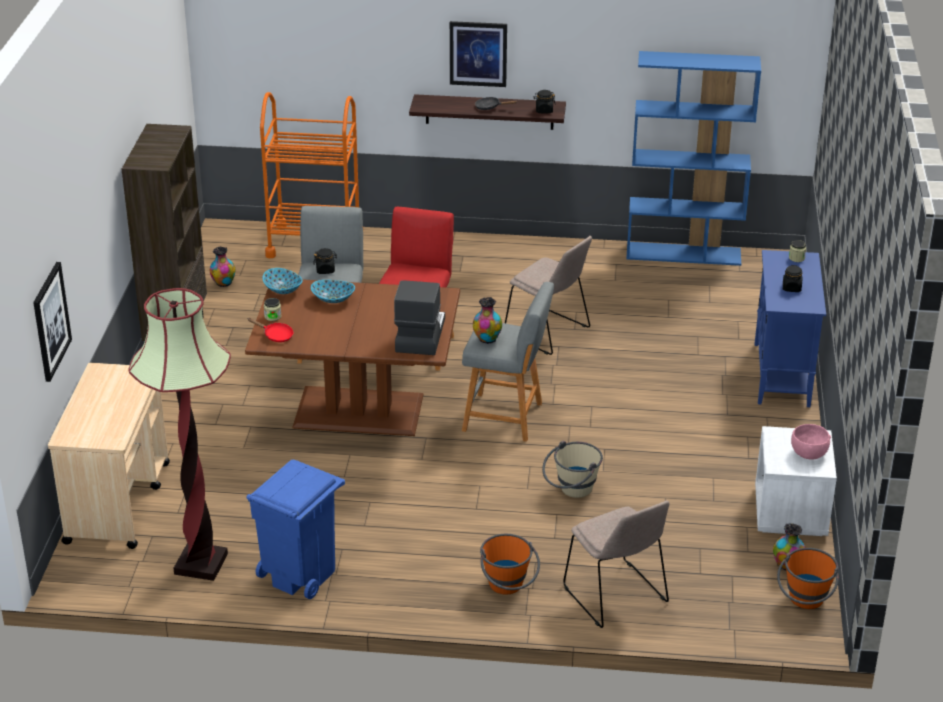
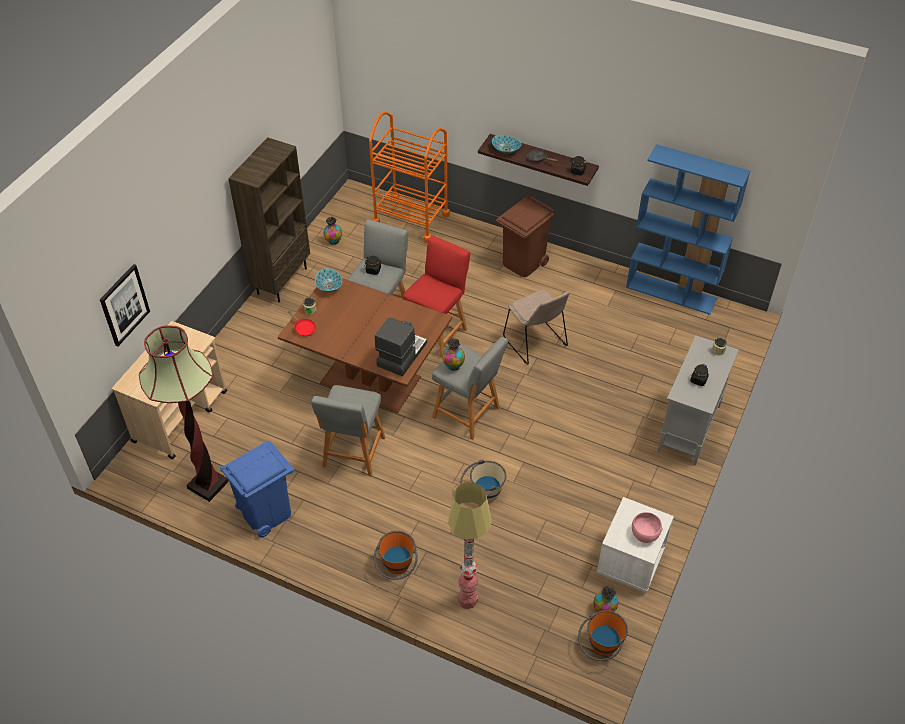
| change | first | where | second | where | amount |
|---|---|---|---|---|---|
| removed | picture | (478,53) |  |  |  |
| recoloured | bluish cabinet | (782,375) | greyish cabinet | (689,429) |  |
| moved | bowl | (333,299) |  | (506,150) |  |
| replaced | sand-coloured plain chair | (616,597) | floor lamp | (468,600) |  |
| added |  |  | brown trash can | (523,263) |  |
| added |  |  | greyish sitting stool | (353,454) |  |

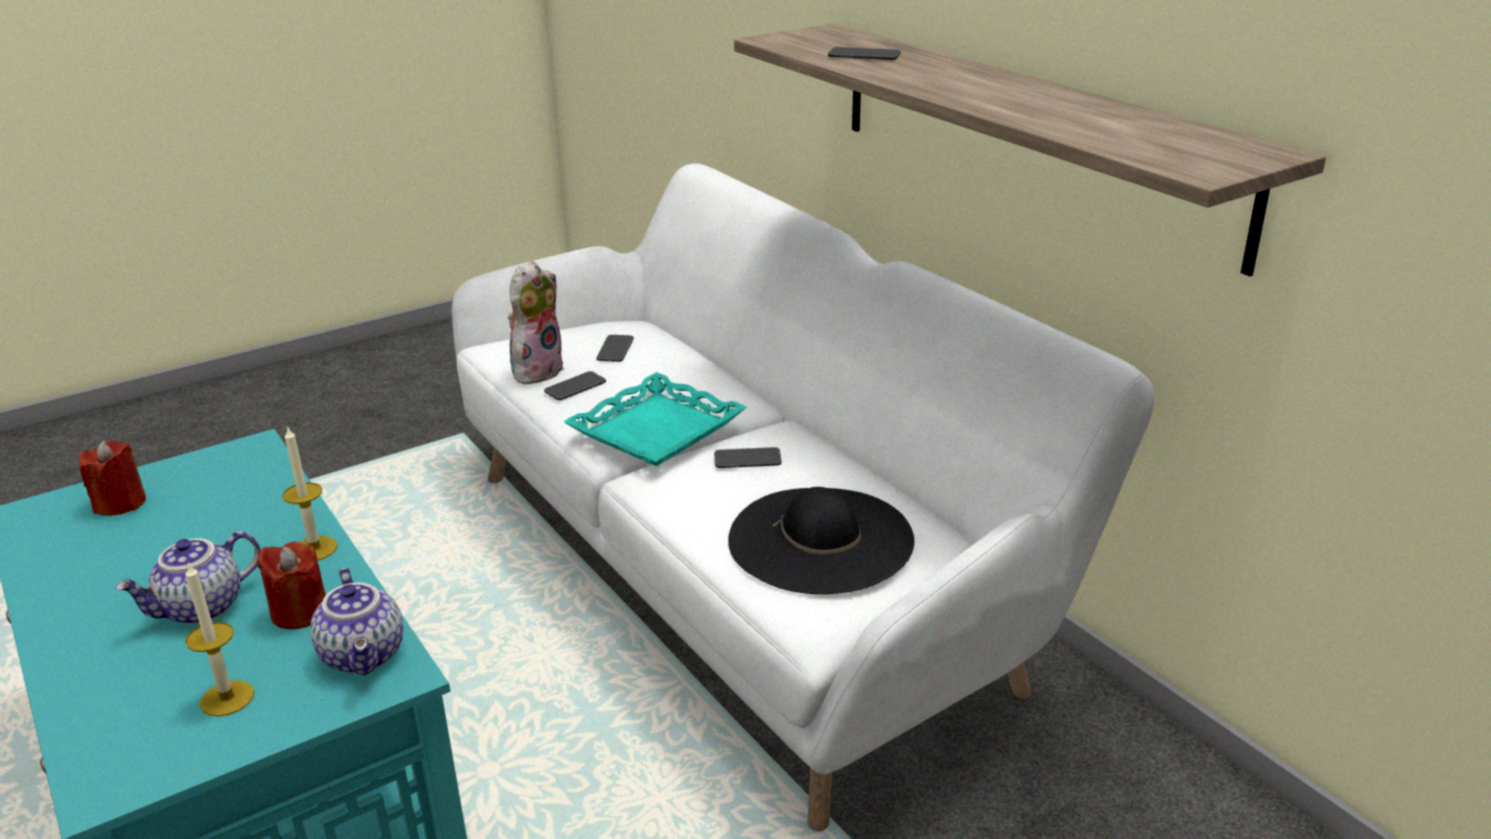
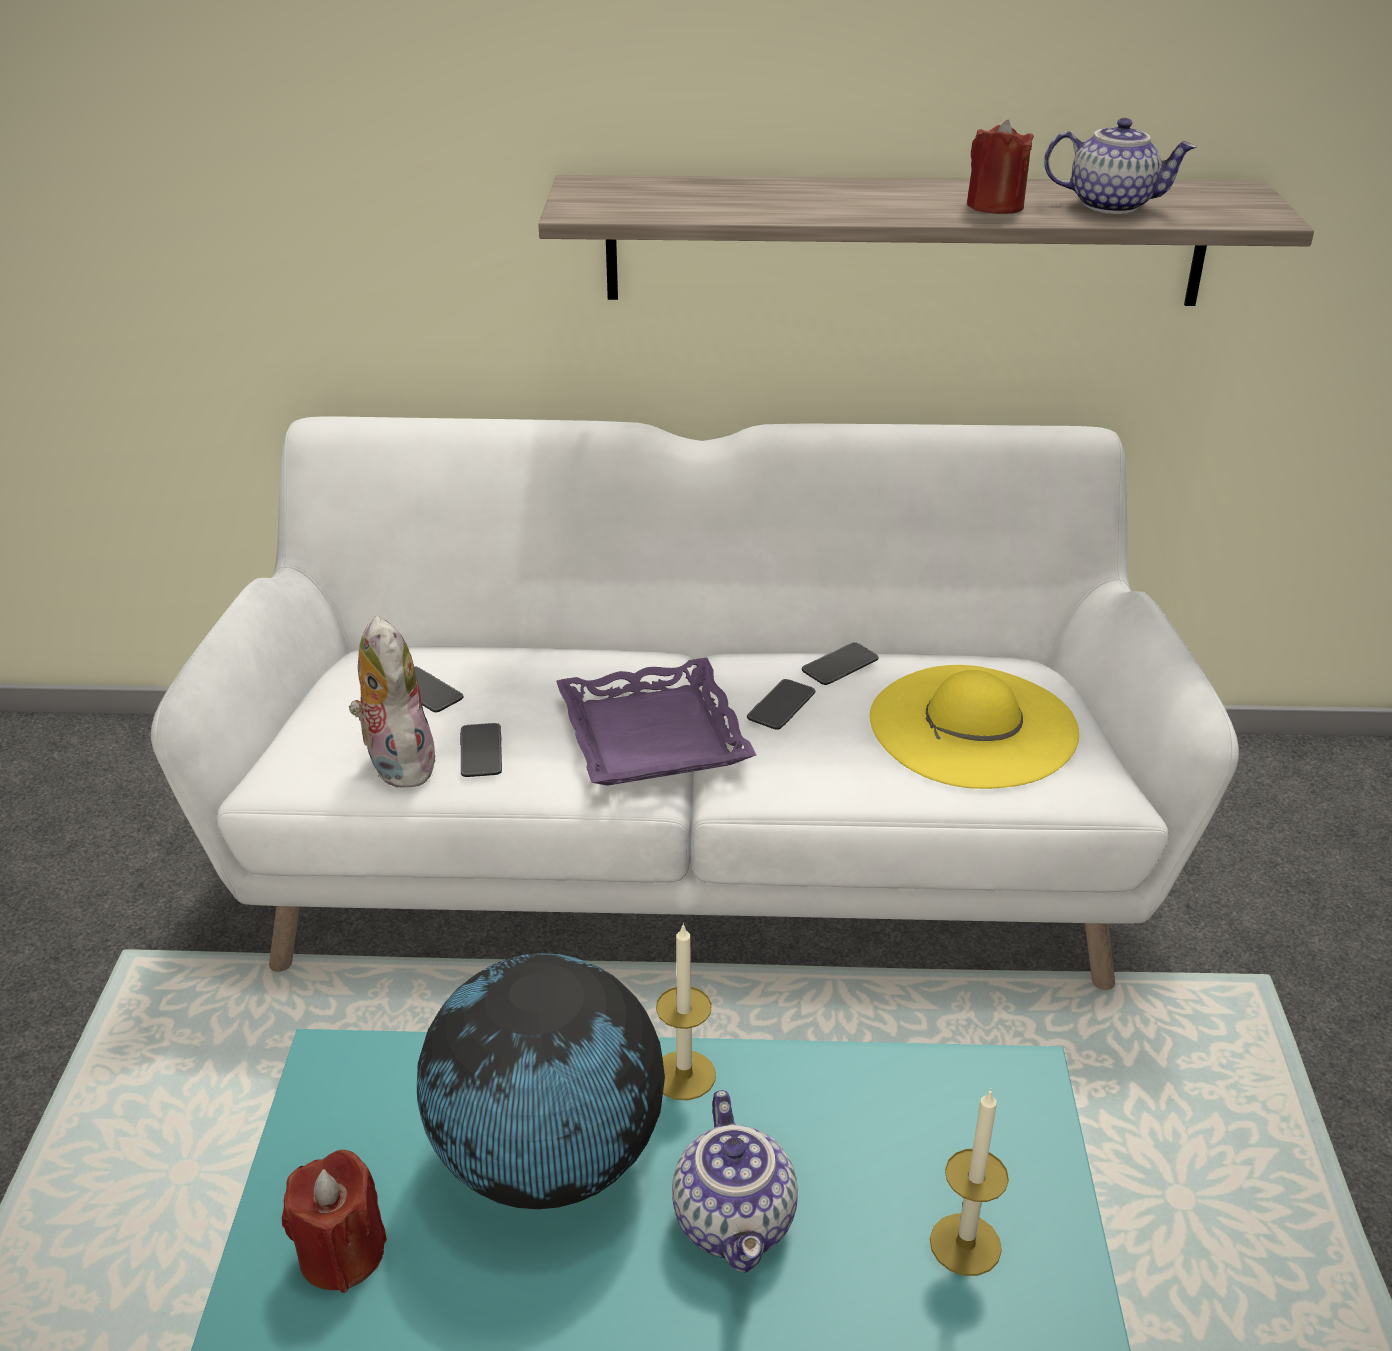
| change | first | where | second | where | amount |
|---|---|---|---|---|---|
| moved | phone | (864,55) |  | (840,665) |  |
| recoloured | turquoise serving tray | (656,429) | purplish serving tray | (651,735) |  |
| recoloured | black-coloured clothing hat | (821,539) | yellowish clothing hat | (973,726) |  |
| moved | red candle | (299,612) |  | (995,206) |  |
| moved | teapot | (365,655) |  | (1112,205) |  |
| added |  |  | world globe | (547,1160) |  |

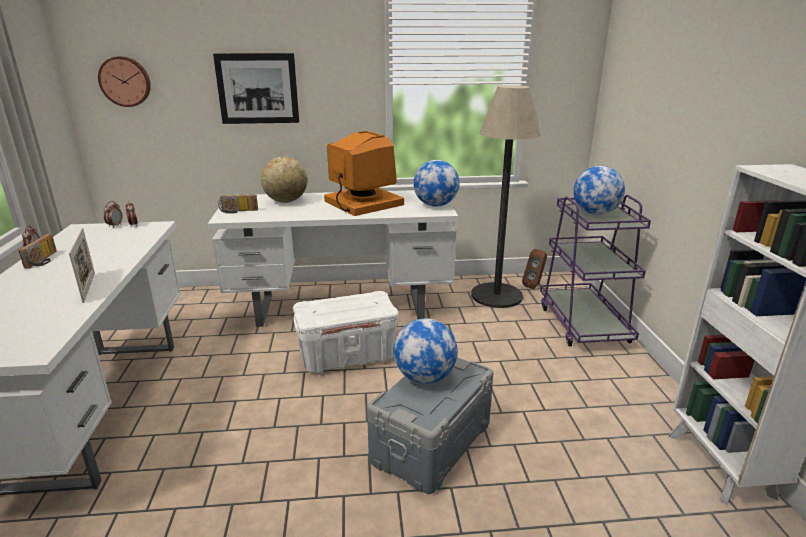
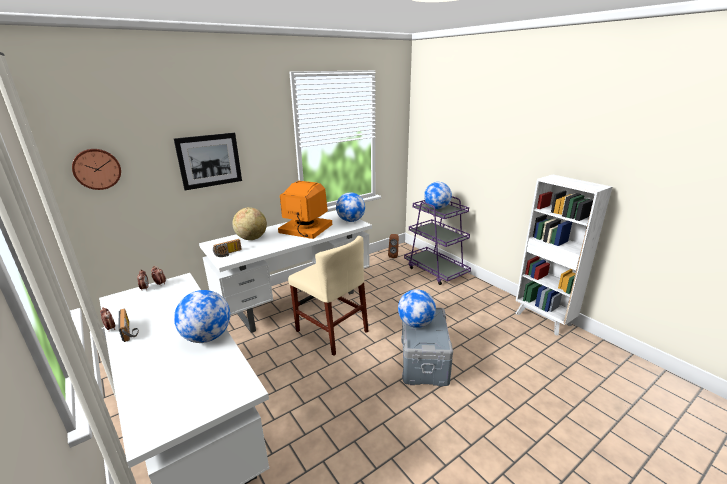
| change | first | where | second | where | amount |
|---|---|---|---|---|---|
| removed | floor lamp | (496,295) |  |  |  |
| replaced | picture frame | (89,287) | world globe | (207,337) |  |
| replaced | white storage container | (347,357) | sand-coloured plain chair | (331,331) |  |

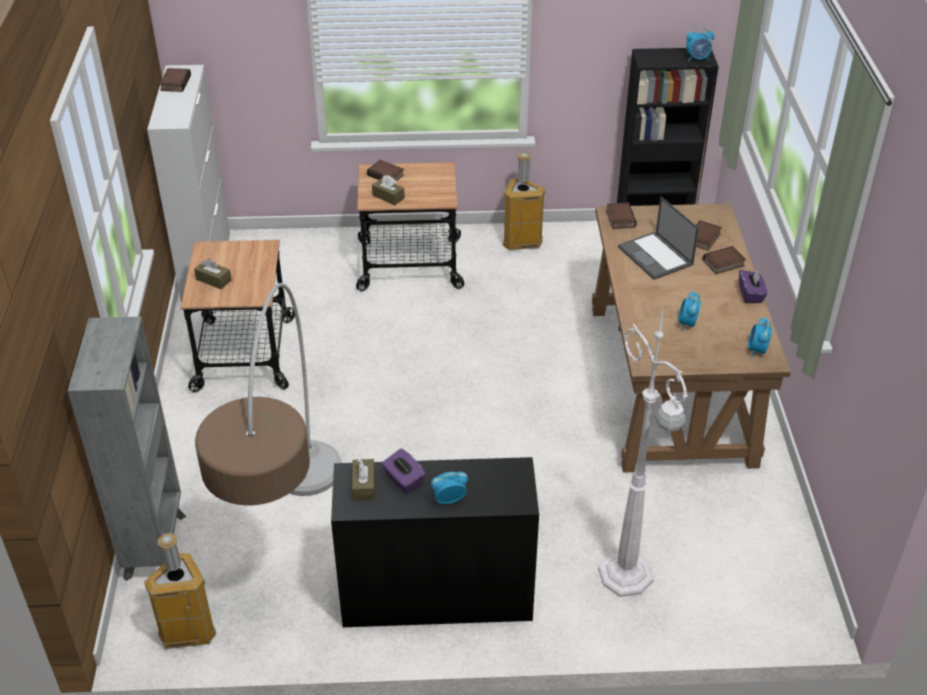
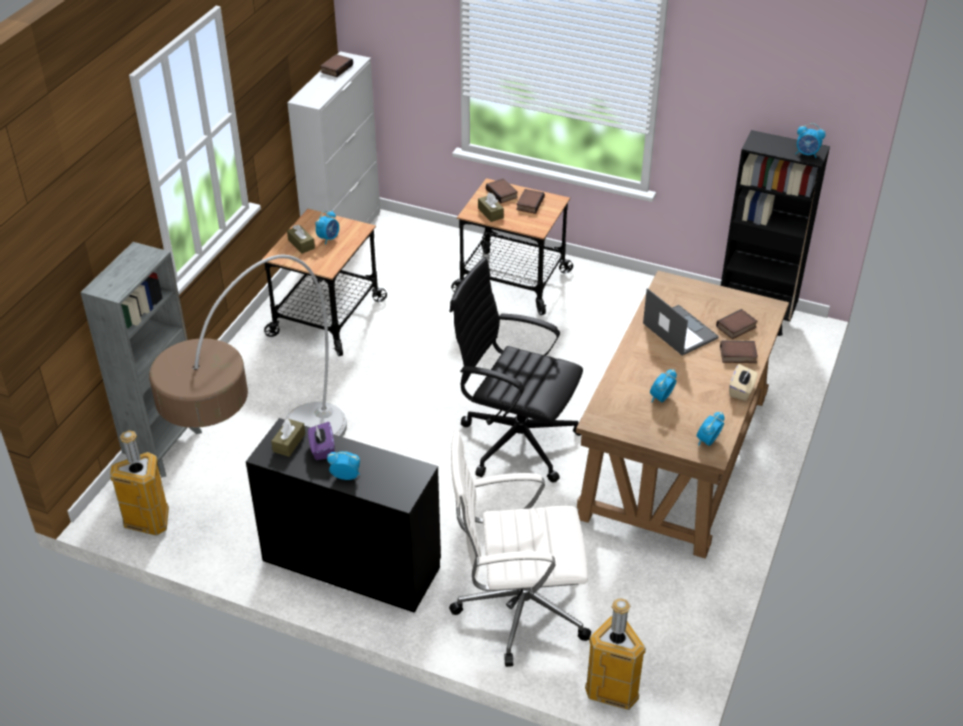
| change | first | where | second | where | amount |
|---|---|---|---|---|---|
| moved | trash can | (522,243) |  | (612,691) |  |
| turned | portable computer | (656,256) |  | (679,330) | 150 degrees clockwise |
| moved | bound book | (619,218) |  | (529,203) |  |
| recoloured | purplish tissue holder | (750,295) | sand-coloured tissue holder | (741,390) |  |
| replaced | white floor lamp | (627,577) | white desk chair | (518,607) |  |
| added |  |  | alarm clock | (328,238) |  |
| added |  |  | black-coloured desk chair | (516,440) |  |

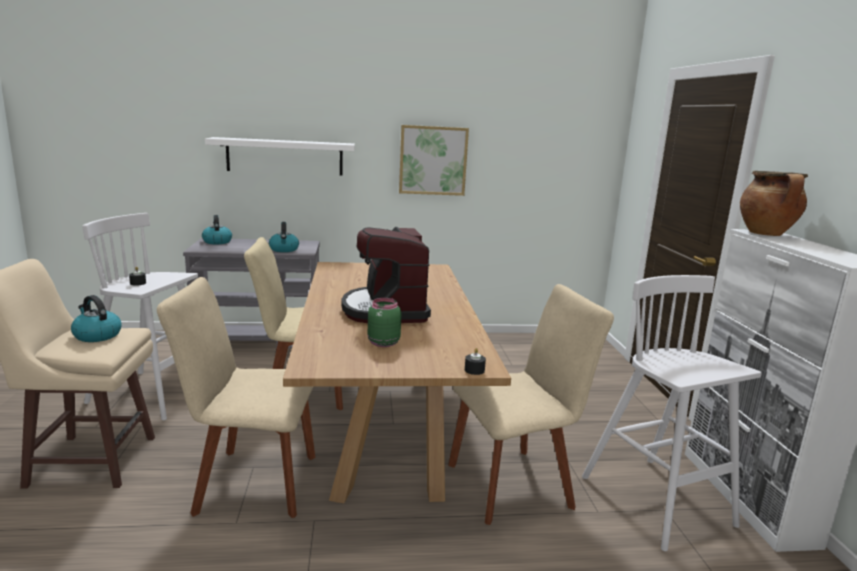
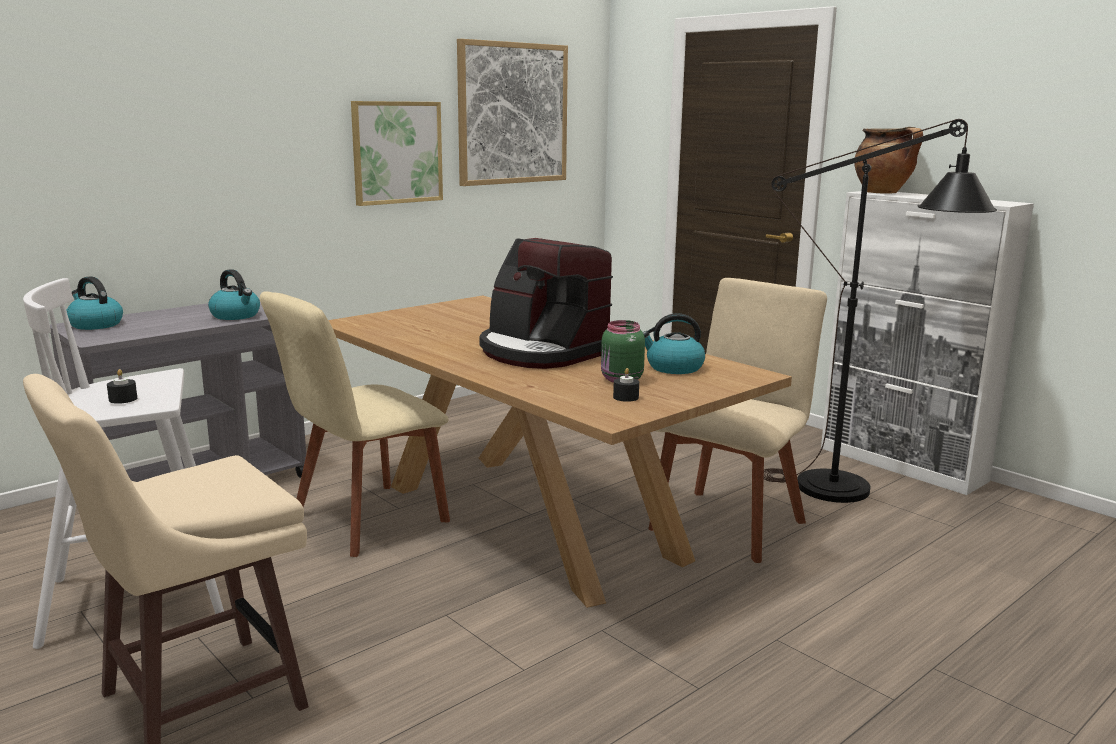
| change | first | where | second | where | amount |
|---|---|---|---|---|---|
| removed | white bracket shelf | (285,156) |  |  |  |
| replaced | white sitting stool | (658,502) | black-coloured floor lamp | (854,492) |  |
| removed | sand-coloured plain chair | (250,482) |  |  |  |
| moved | tea kettle | (97,335) |  | (673,368) |  |
| moved | black-coloured candle | (474,370) |  | (625,397) |  |
| added |  |  | picture | (512,113) |  |

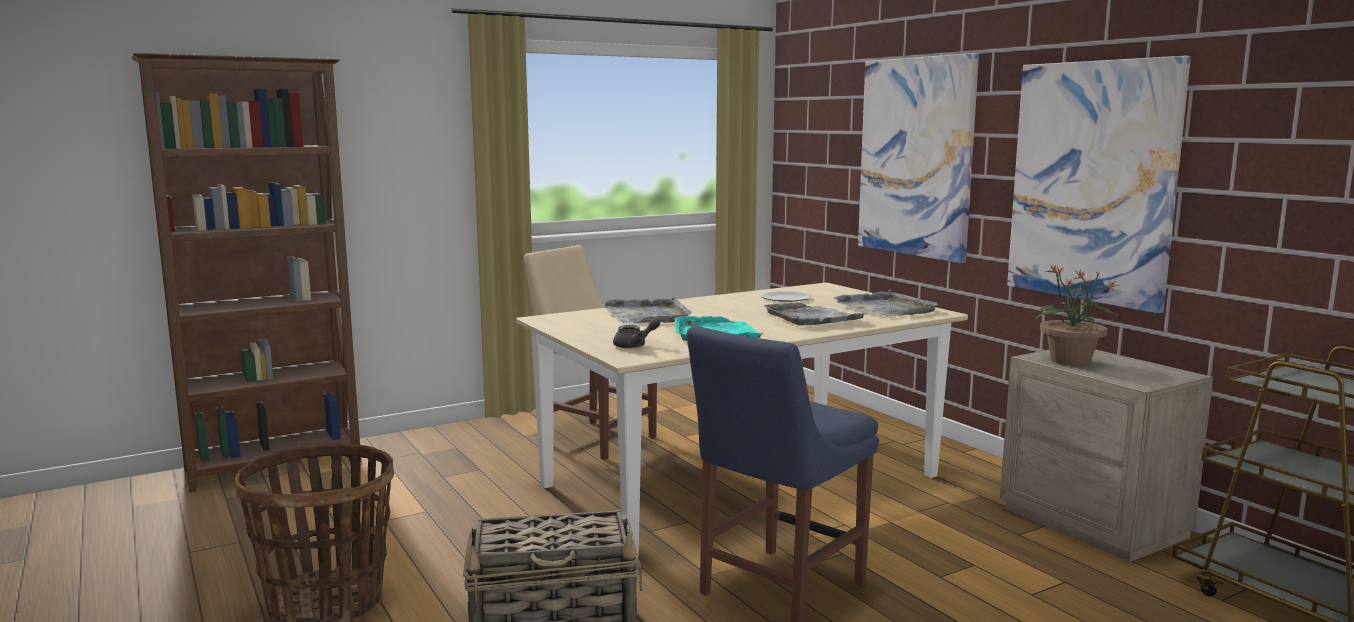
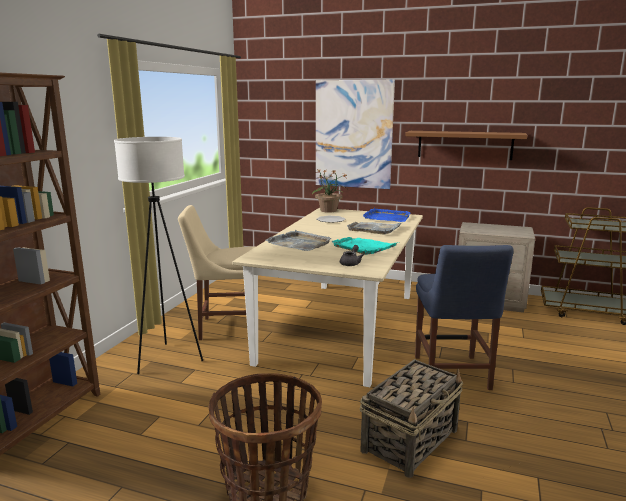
| change | first | where | second | where | amount |
|---|---|---|---|---|---|
| replaced | picture | (1092,182) | brown bracket shelf | (464,145) |  |
| moved | potted plant | (1070,361) |  | (329,210) |  |
| recoloured | greyish serving tray | (886,308) | bluish serving tray | (386,217) |  |
| added |  |  | white floor lamp | (168,359) |  |

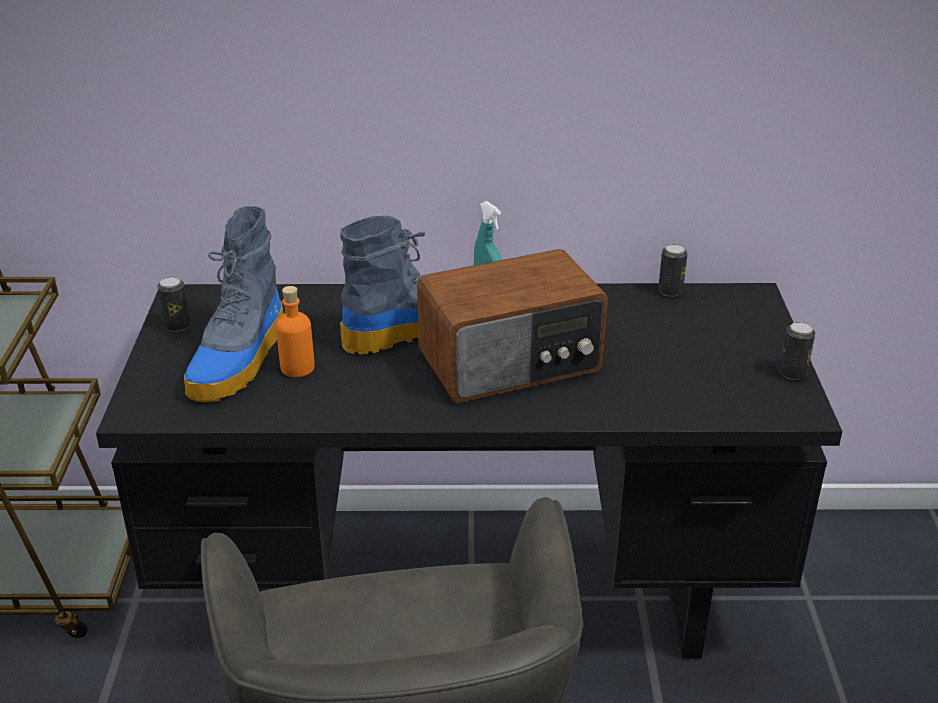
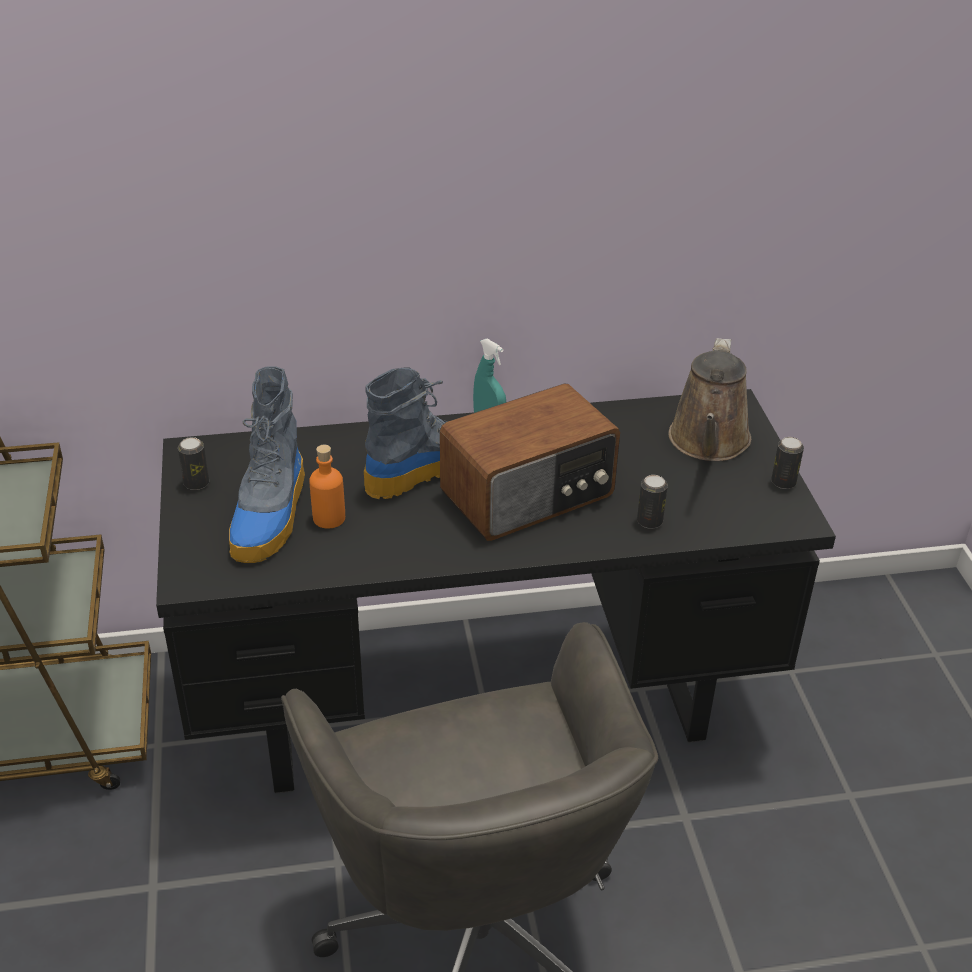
| change | first | where | second | where | amount |
|---|---|---|---|---|---|
| moved | sealed can | (670,291) |  | (649,521) |  |
| added |  |  | brown watering pot | (708,442) |  |

